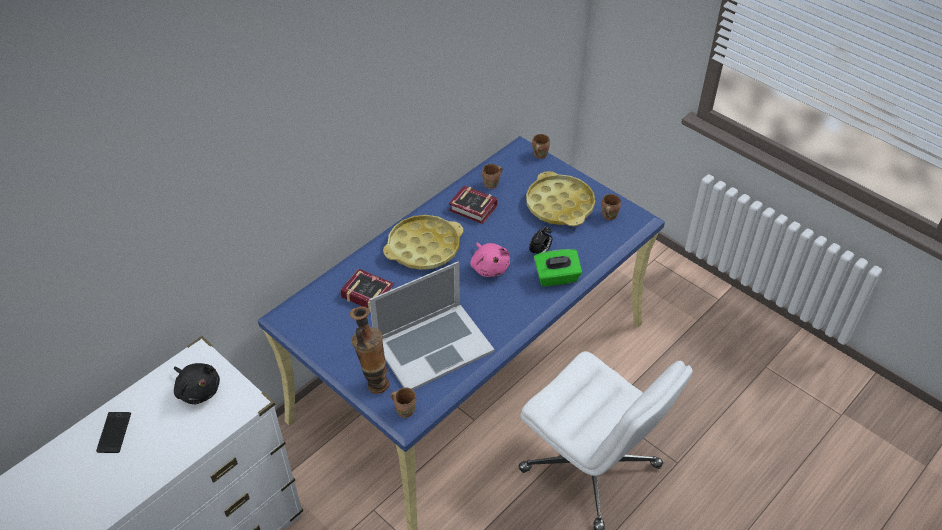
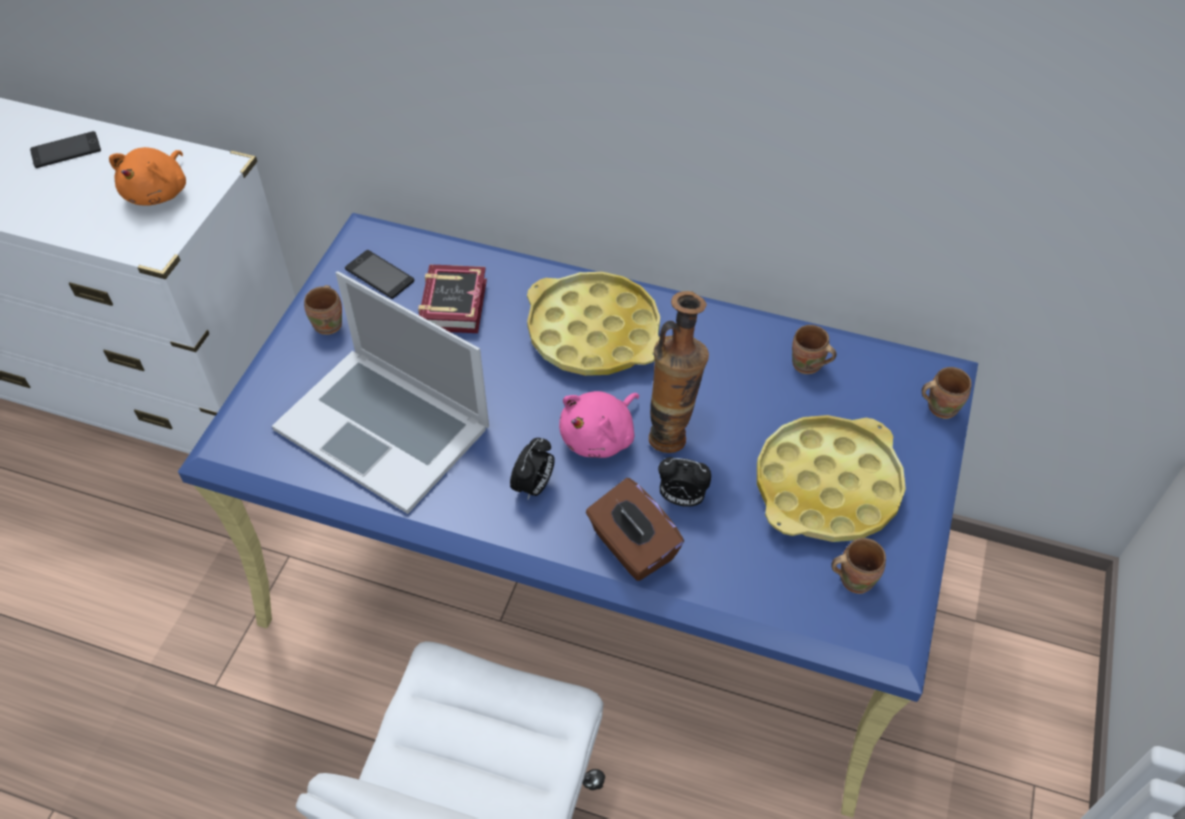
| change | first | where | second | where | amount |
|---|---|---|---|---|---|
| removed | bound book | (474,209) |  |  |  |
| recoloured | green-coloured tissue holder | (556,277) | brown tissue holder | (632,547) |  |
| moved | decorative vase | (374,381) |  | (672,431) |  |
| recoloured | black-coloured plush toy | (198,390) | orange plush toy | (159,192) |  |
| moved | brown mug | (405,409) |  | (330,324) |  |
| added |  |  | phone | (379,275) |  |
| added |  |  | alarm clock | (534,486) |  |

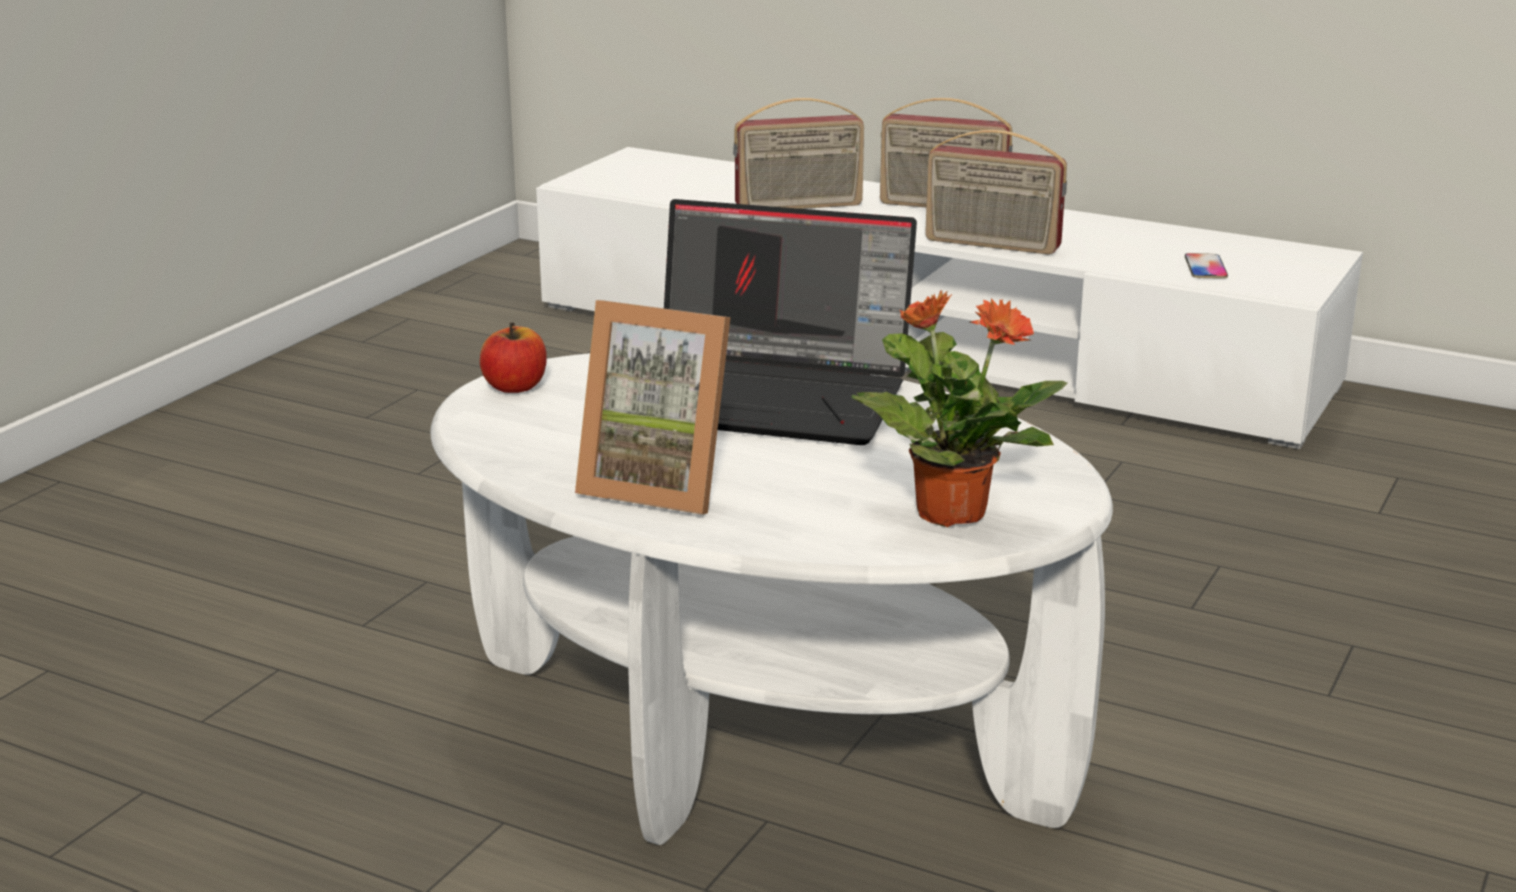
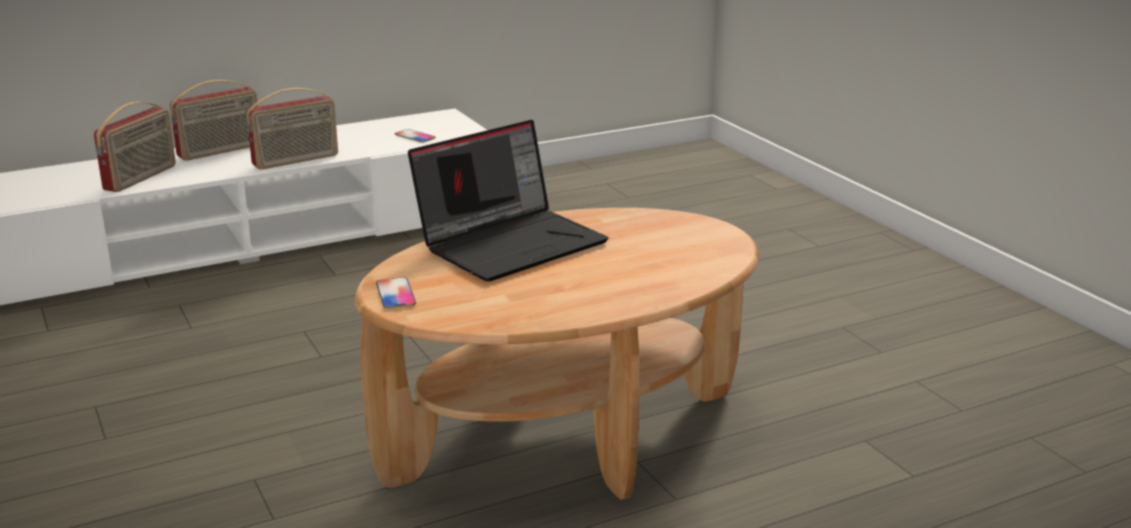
| change | first | where | second | where | amount |
|---|---|---|---|---|---|
| removed | potted plant | (949,511) |  |  |  |
| removed | picture frame | (660,484) |  |  |  |
| replaced | apple | (515,387) | phone | (395,294) |  |
| recoloured | white lounge table | (757,738) | brown lounge table | (565,438) |  |

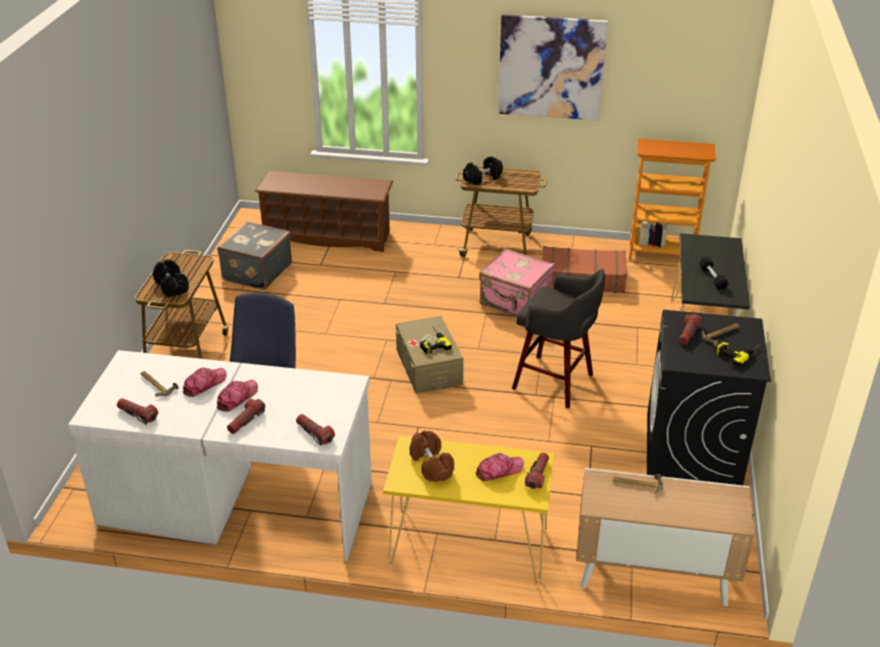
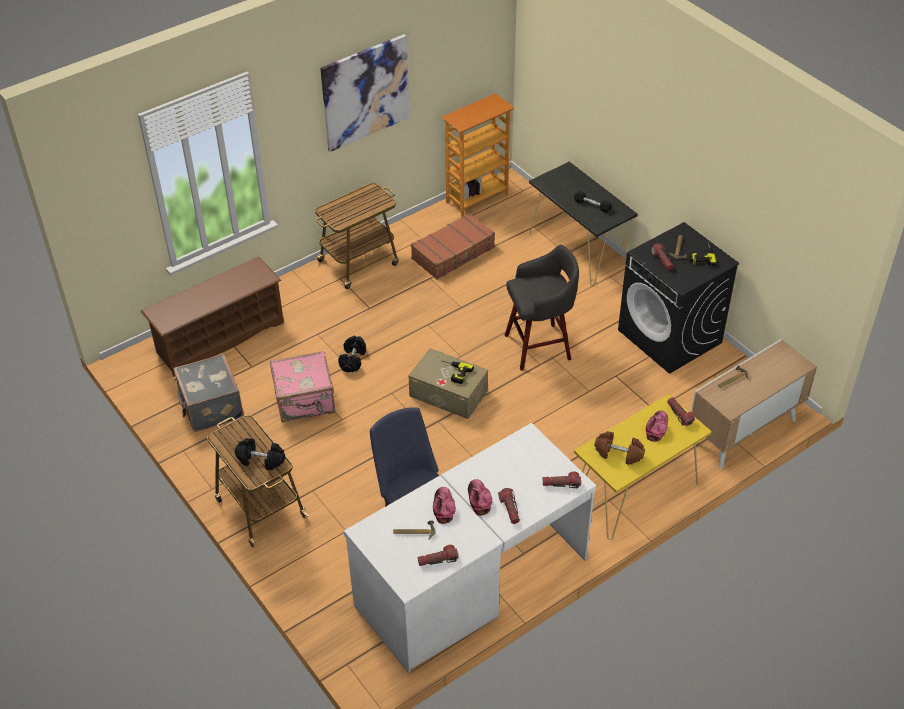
| change | first | where | second | where | amount |
|---|---|---|---|---|---|
| moved | black-coloured dumbbell | (482,178) |  | (352,360) |  |
| moved | pinkish travel case | (515,302) |  | (305,401) |  |

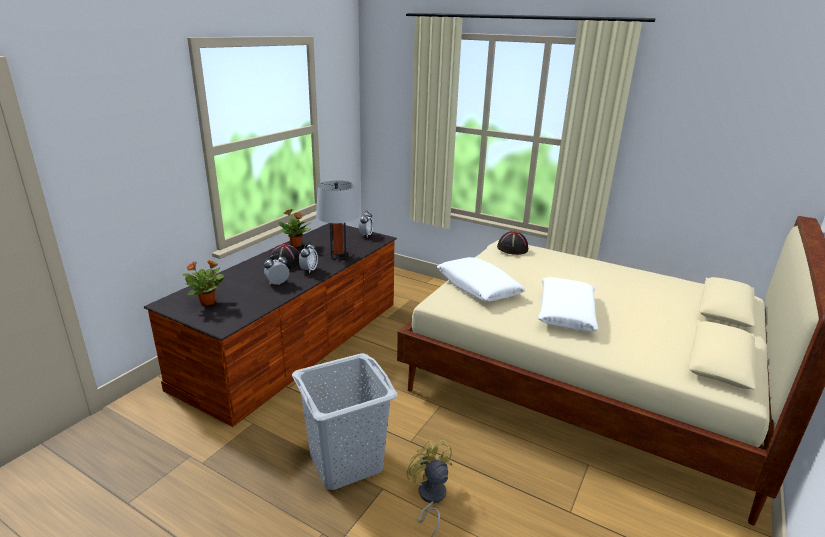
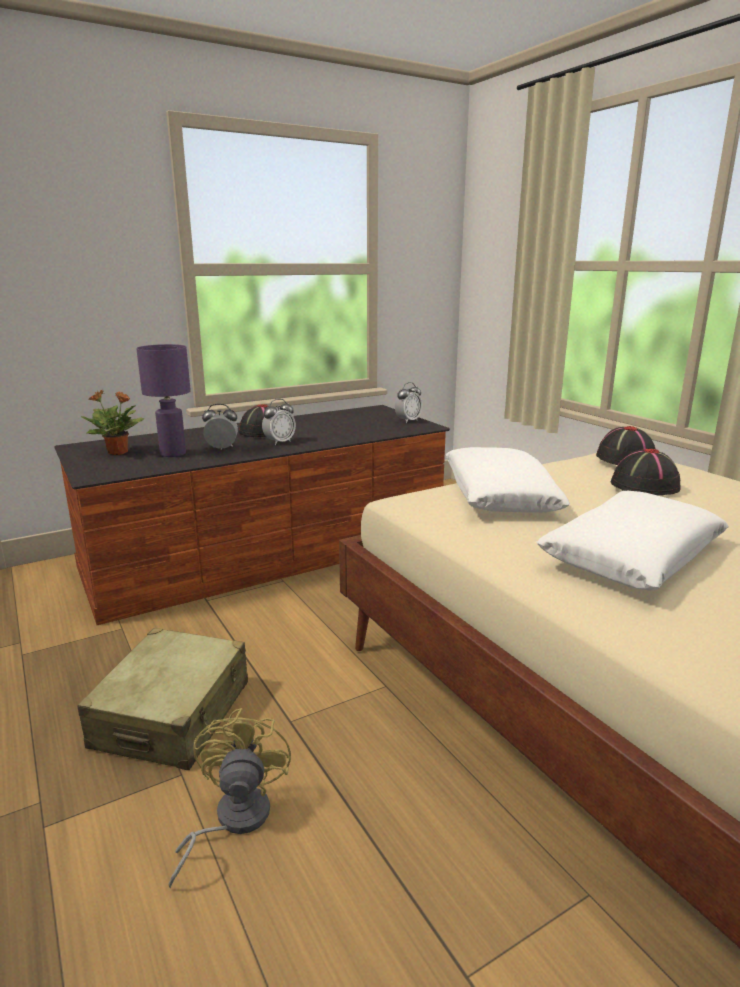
| change | first | where | second | where | amount |
|---|---|---|---|---|---|
| removed | greyish tabletop lamp | (338,255) |  |  |  |
| removed | potted plant | (296,245) |  |  |  |
| replaced | greyish washing basket | (345,461) | sand-coloured travel case | (173,715) |  |
| added |  |  | purplish tabletop lamp | (173,453) |  |
| added |  |  | black-coloured clothing hat | (644,486) |  |

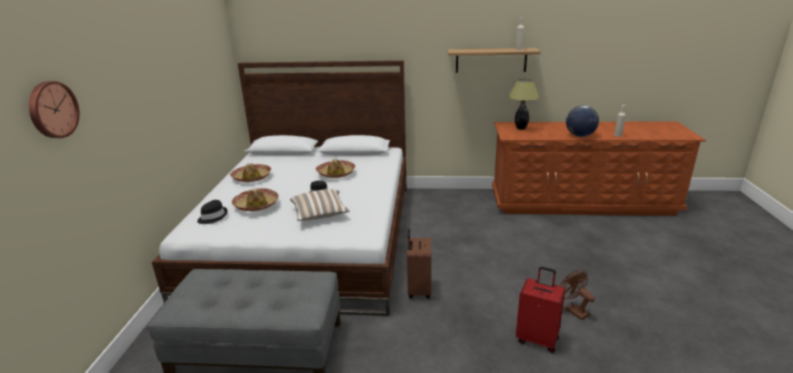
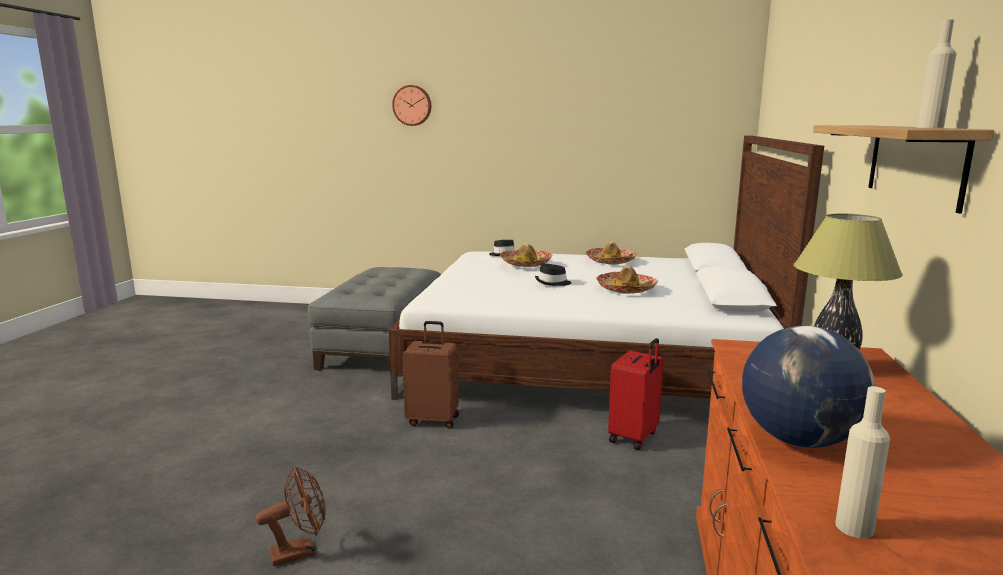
| change | first | where | second | where | amount |
|---|---|---|---|---|---|
| removed | throw pillow | (320,214) |  |  |  |
| moved | red travel case | (537,339) |  | (634,437) |  |

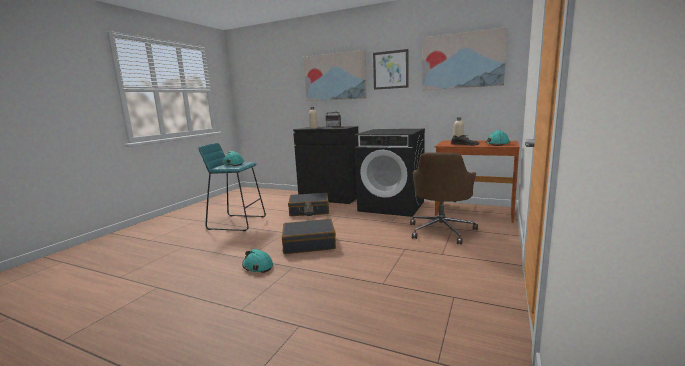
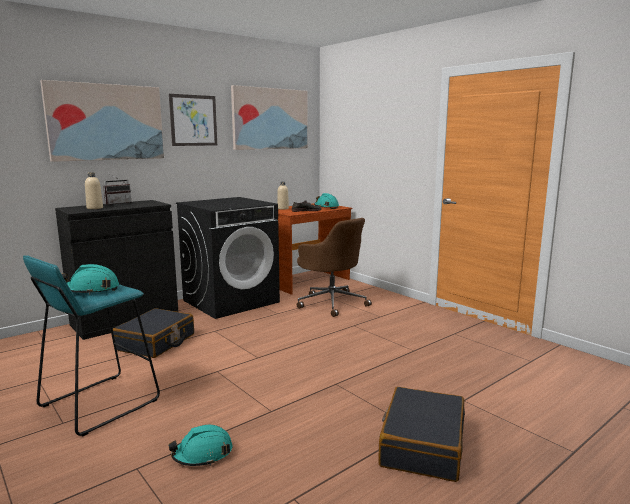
| change | first | where | second | where | amount |
|---|---|---|---|---|---|
| moved | black-coloured travel case | (309,244) |  | (422,445) |  |
| moved | turquoise safety helmet | (257,266) |  | (202,454) |  |

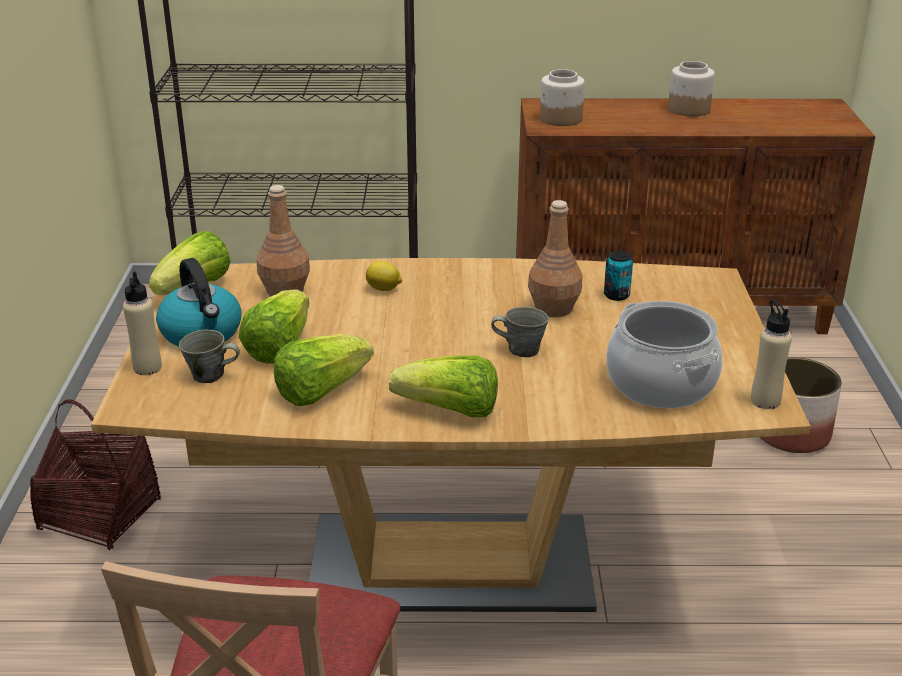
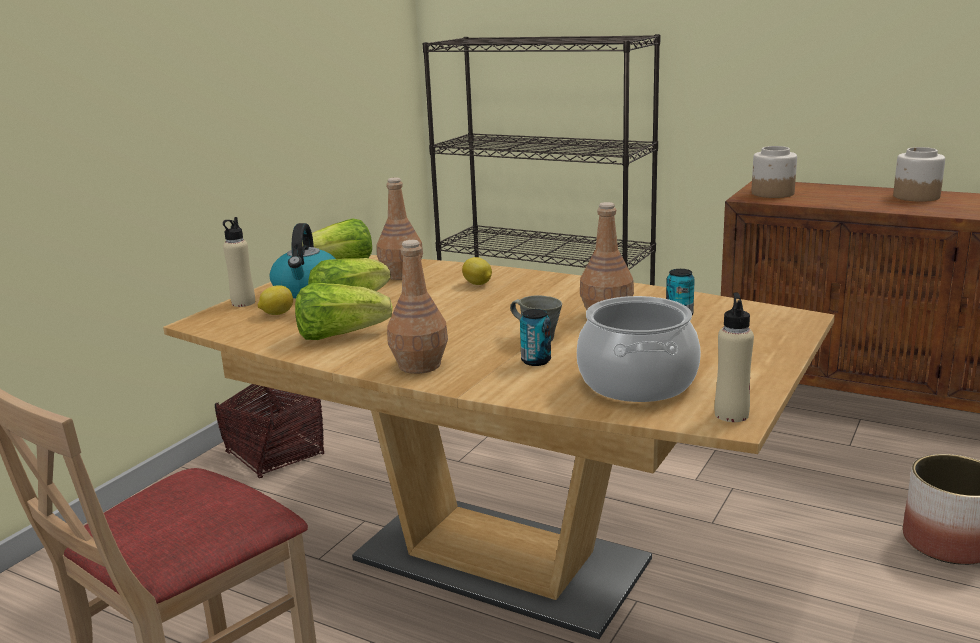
| change | first | where | second | where | amount |
|---|---|---|---|---|---|
| replaced | greyish mug | (210,375) | lemon | (277,314) |  |
| replaced | lettuce head | (450,411) | brown drink bottle | (419,366) |  |
| added |  |  | sealed can | (536,361) |  |

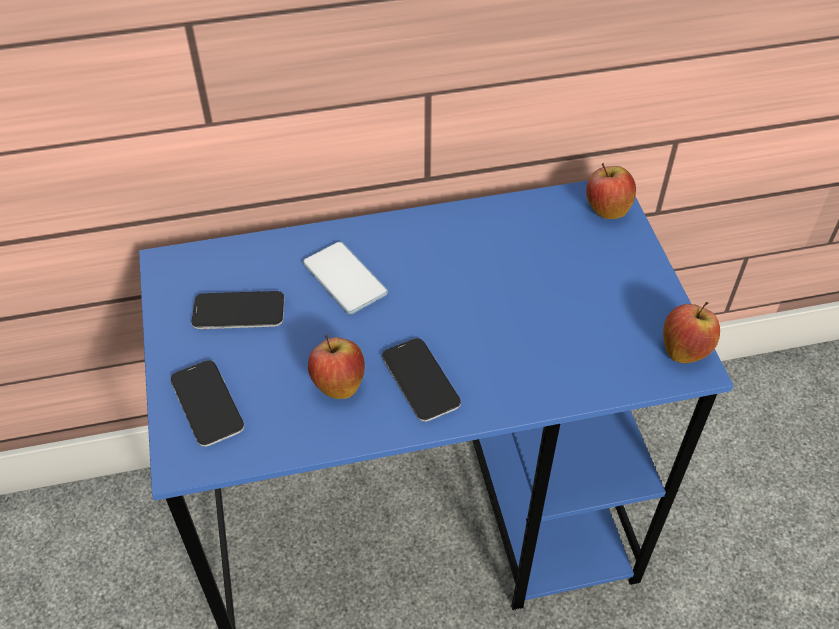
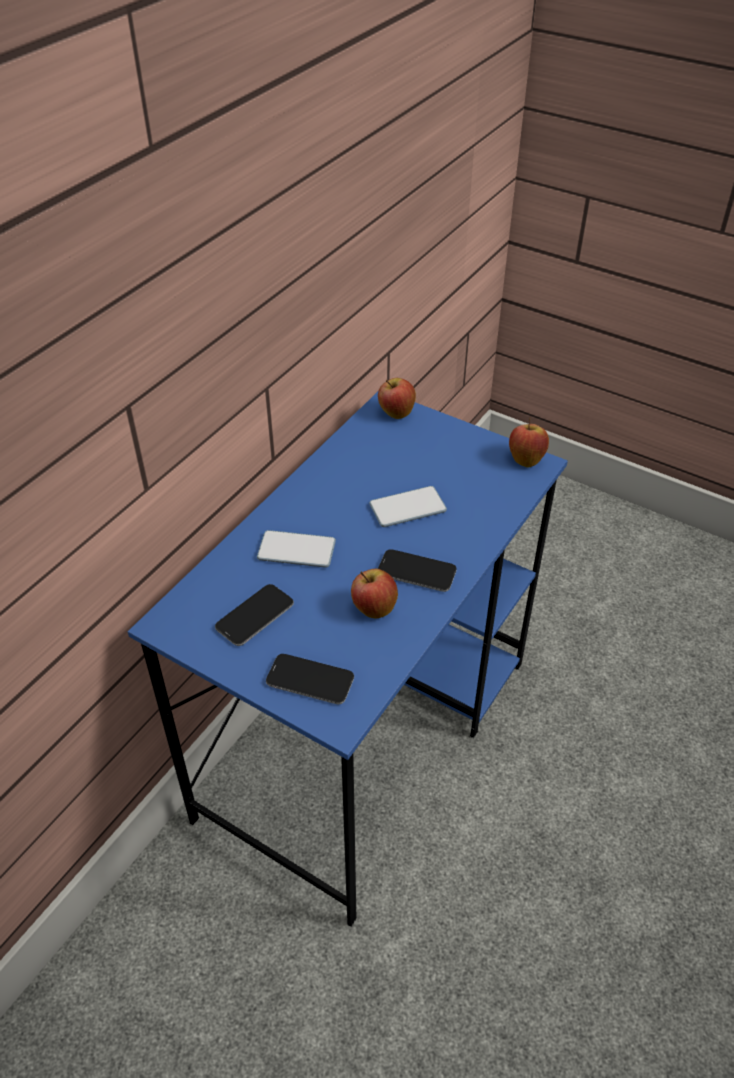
| change | first | where | second | where | amount |
|---|---|---|---|---|---|
| added |  |  | phone | (407,508) |  |

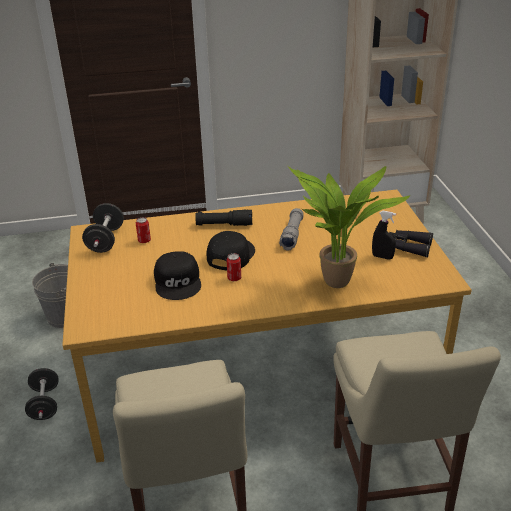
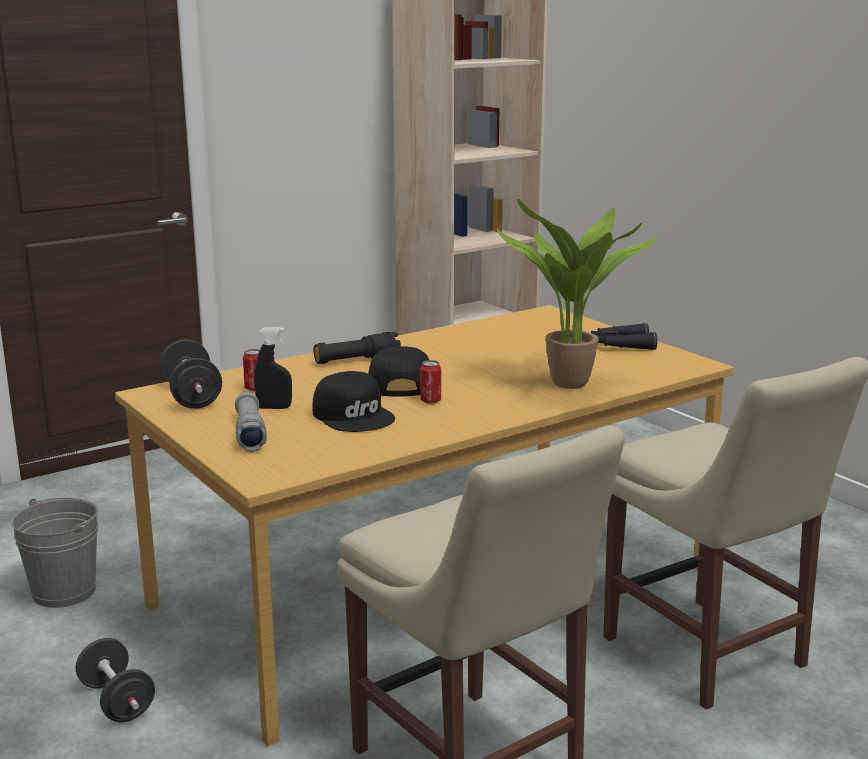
| change | first | where | second | where | amount |
|---|---|---|---|---|---|
| moved | greyish hand torch | (292,235) |  | (250,433) |  |
| moved | black-coloured hand sprayer | (382,257) |  | (274,408) |  |

